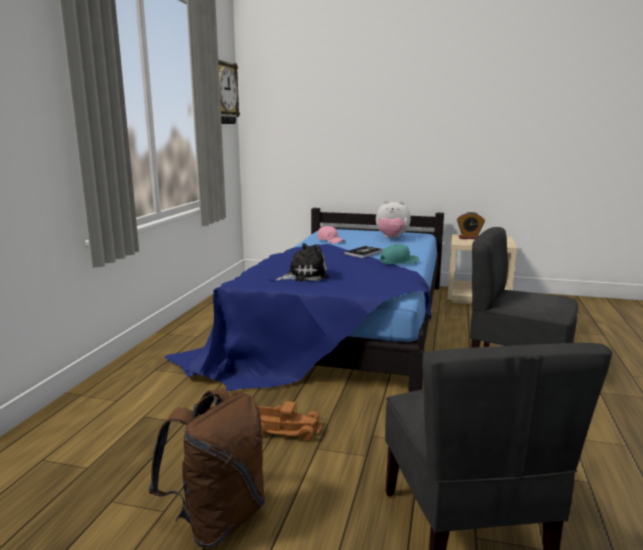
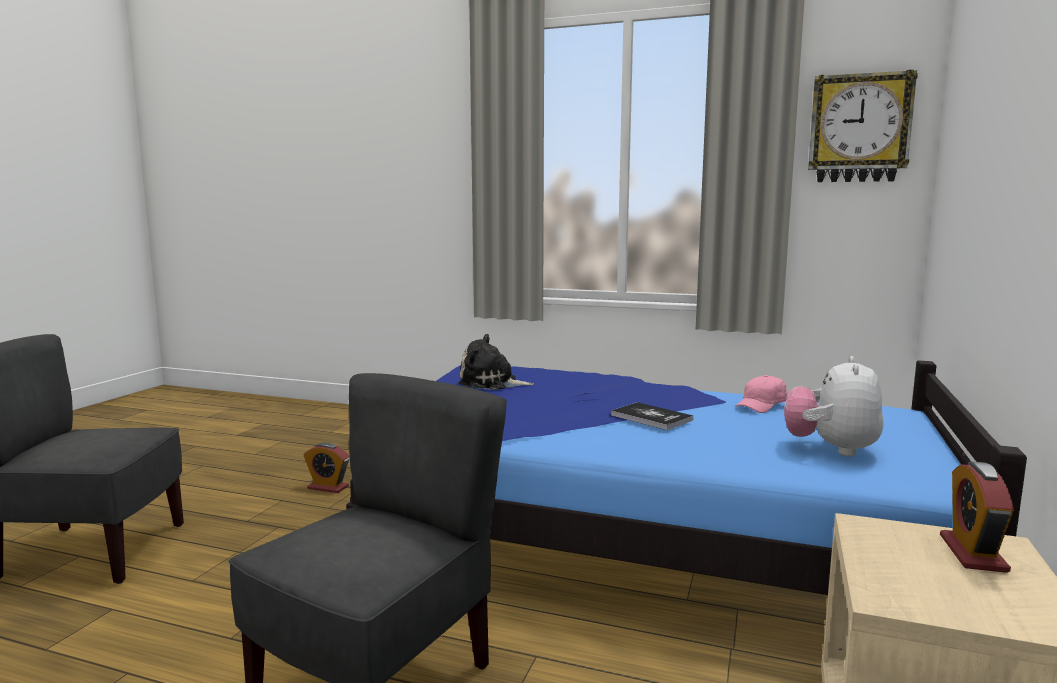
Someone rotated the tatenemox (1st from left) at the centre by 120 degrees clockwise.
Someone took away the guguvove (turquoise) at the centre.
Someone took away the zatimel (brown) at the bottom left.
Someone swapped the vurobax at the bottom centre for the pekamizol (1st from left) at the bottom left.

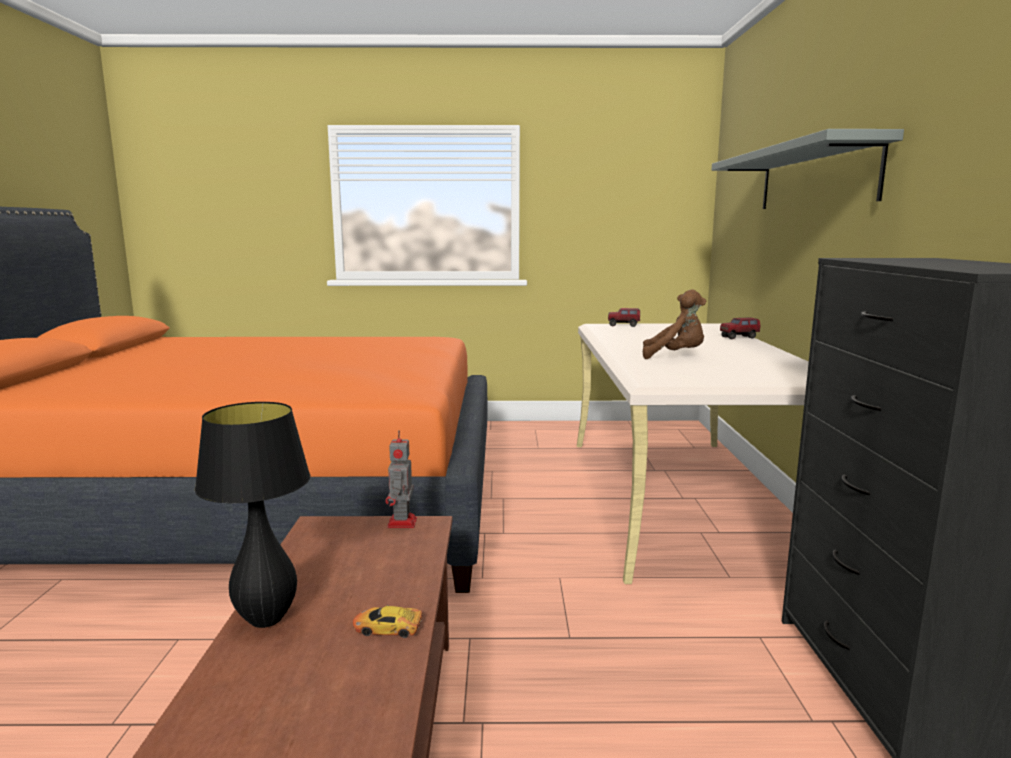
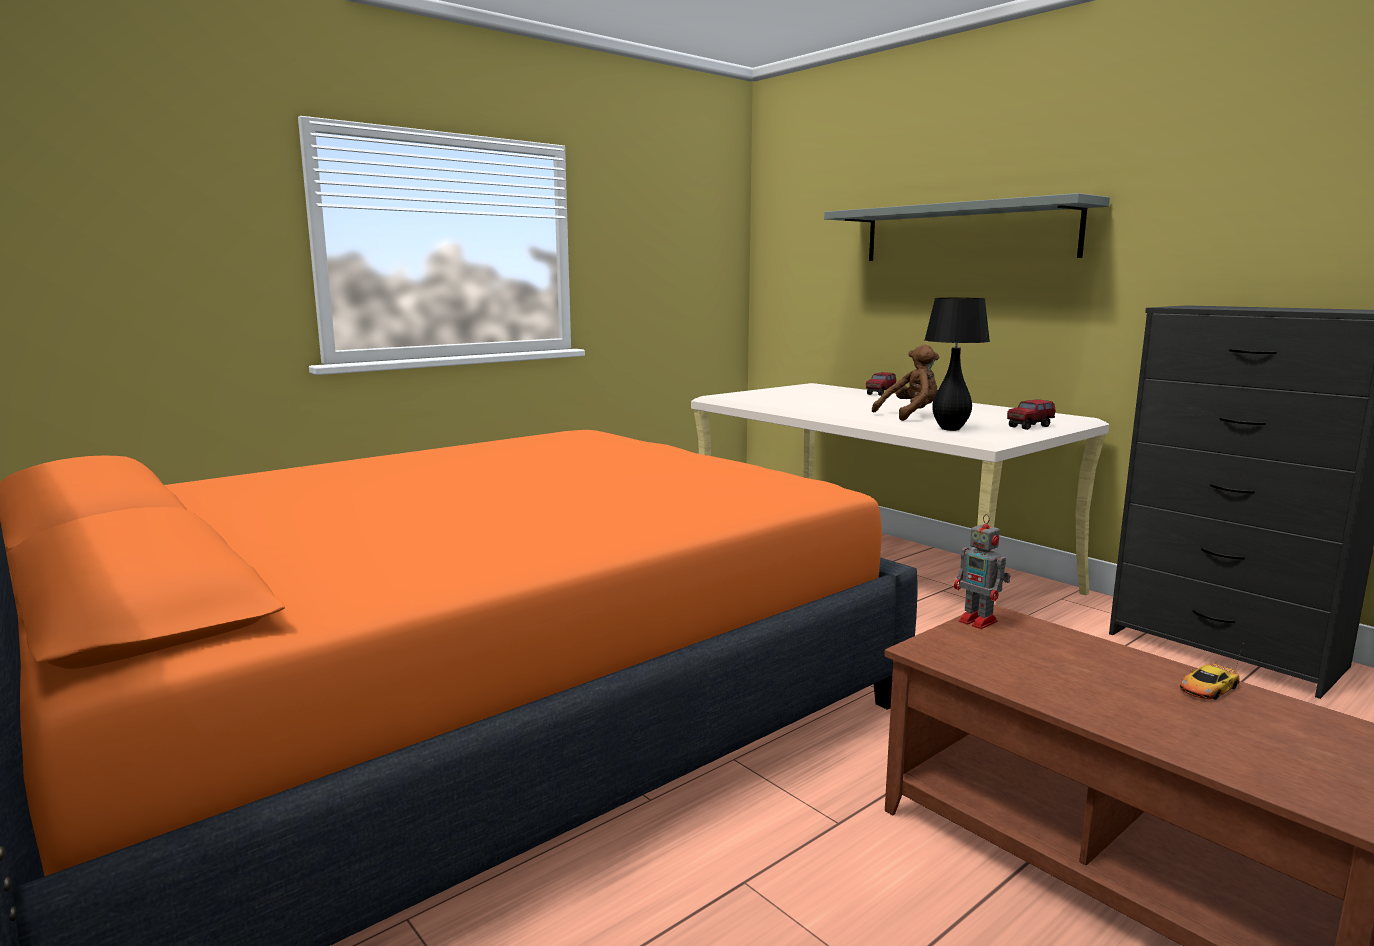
Someone carried the vurobax (1st from left in the first image) from the centre to the middle right.
Someone carried the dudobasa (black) from the bottom left to the middle right.

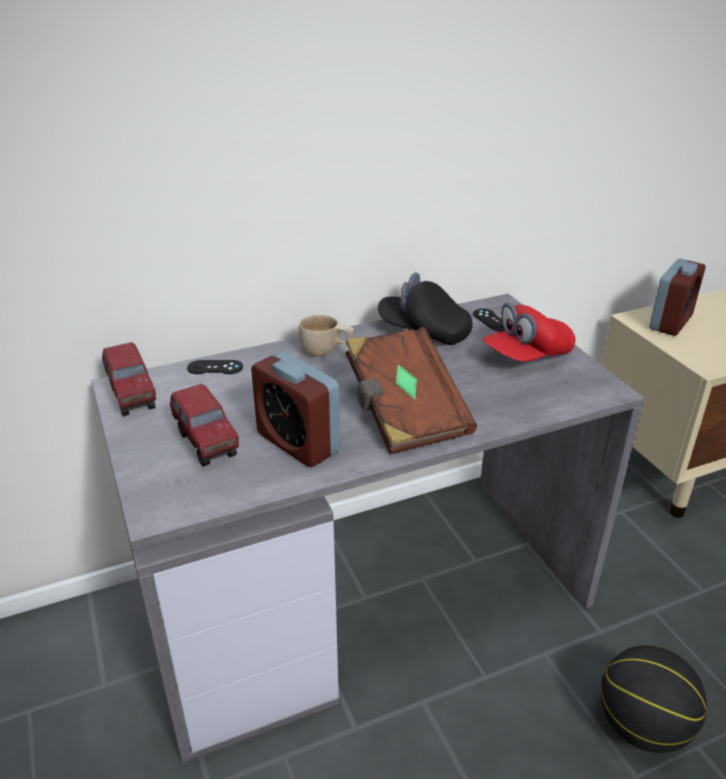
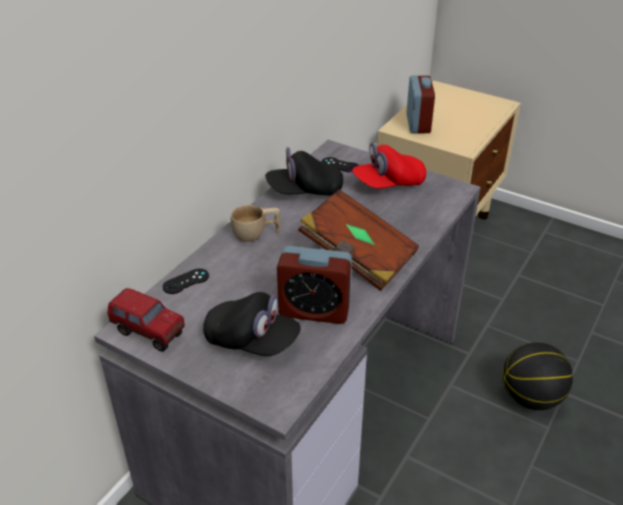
Someone rotated the guguvove (red) at the middle right by 45 degrees clockwise.
Someone swapped the vurobax (2nd from left) at the middle left for the guguvove (black) (1st from left) at the centre.

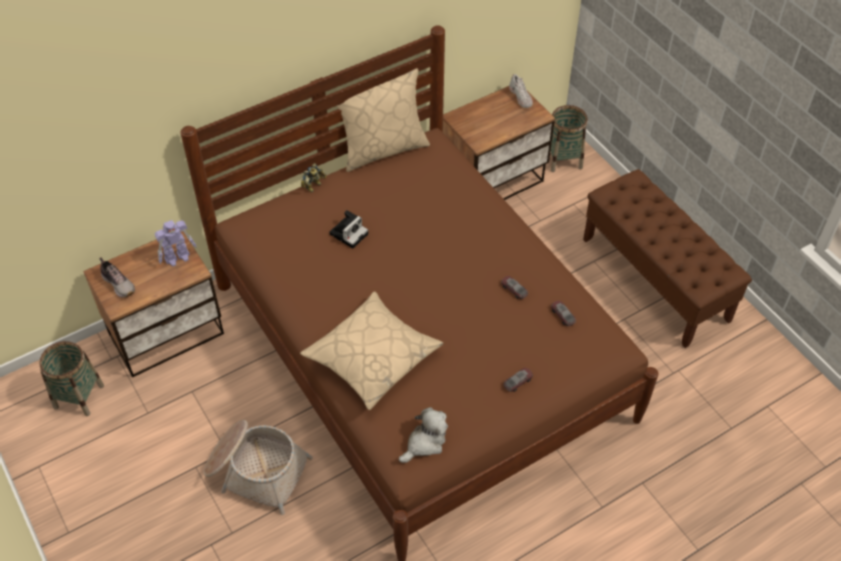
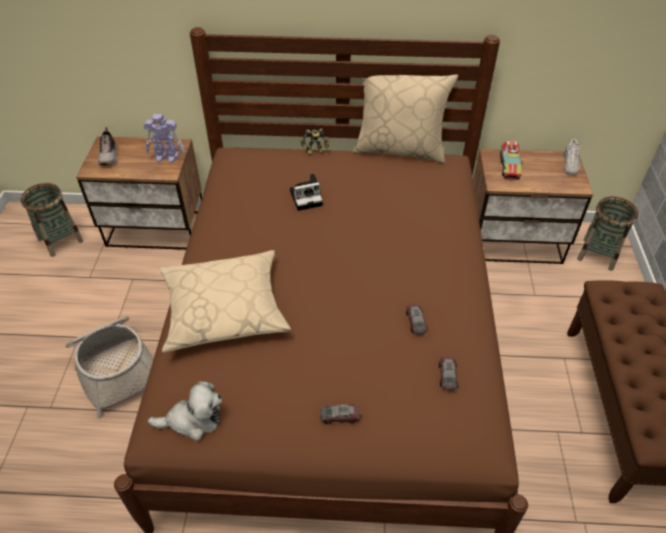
Someone put down the vurobax at the top right.

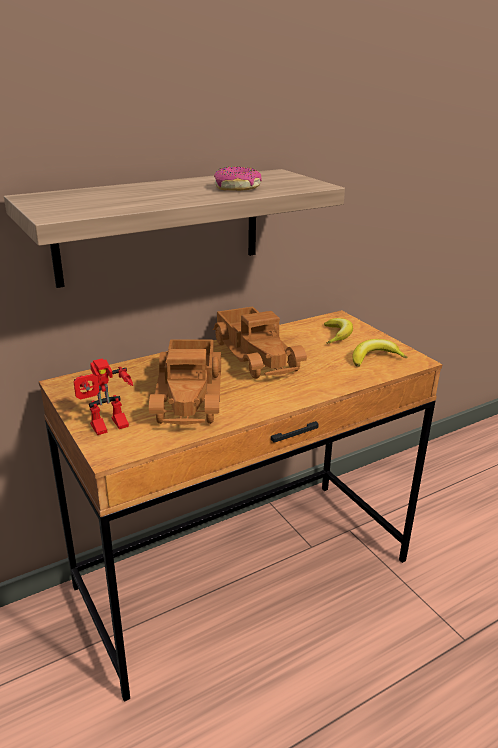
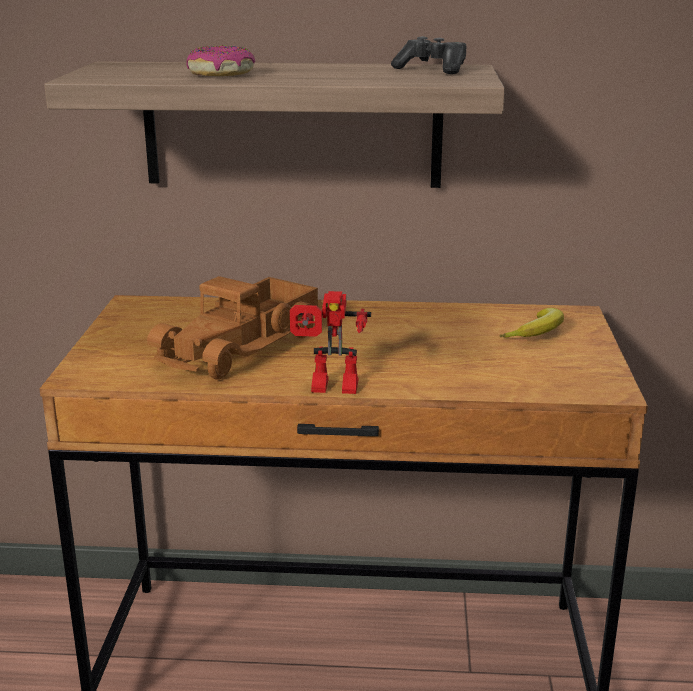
Someone carried the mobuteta from the top centre to the top left.
Someone took away the vurobax (2nd from left) at the centre.
Someone took away the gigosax (2nd from left) at the middle right.
Someone carried the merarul from the middle left to the centre.
Someone put down the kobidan at the top centre.

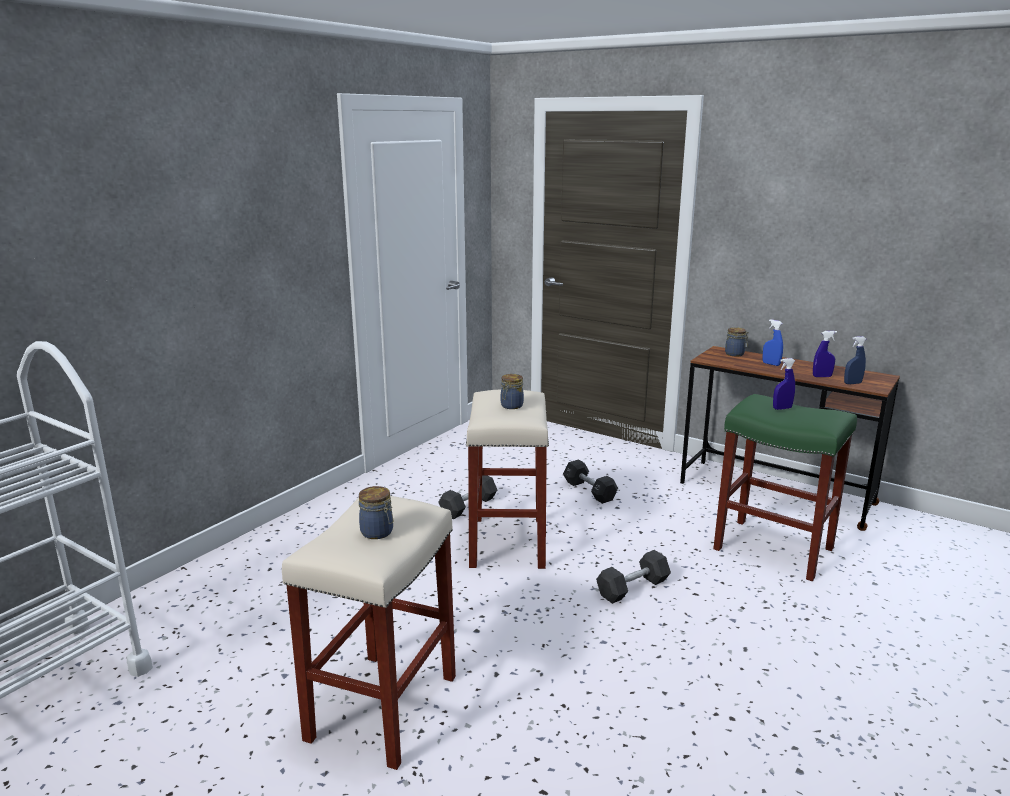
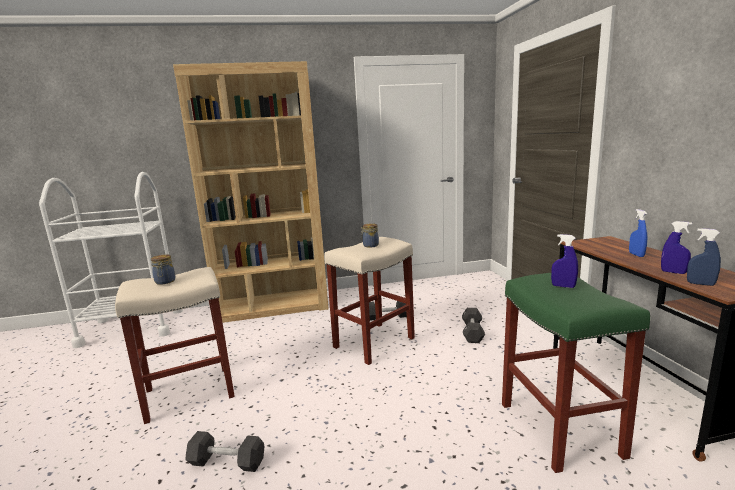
Someone took away the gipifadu (3rd from left) at the middle right.
Someone carried the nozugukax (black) (3rd from left in the first image) from the bottom centre to the bottom left.
Someone put down the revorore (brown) at the centre.

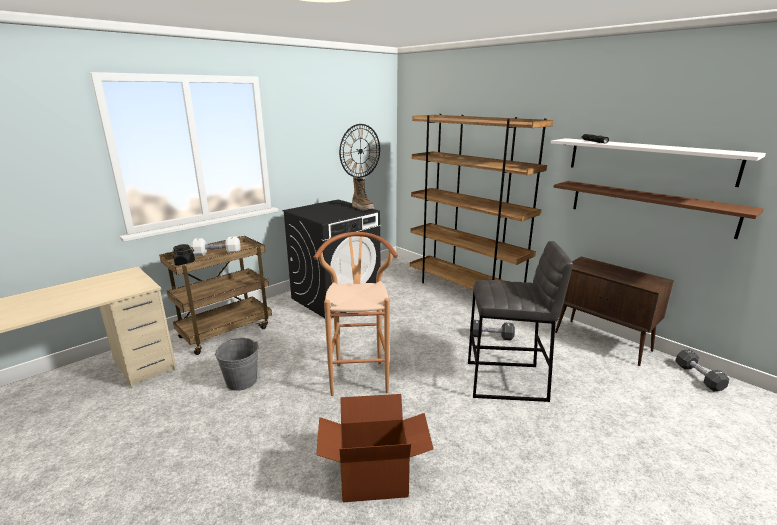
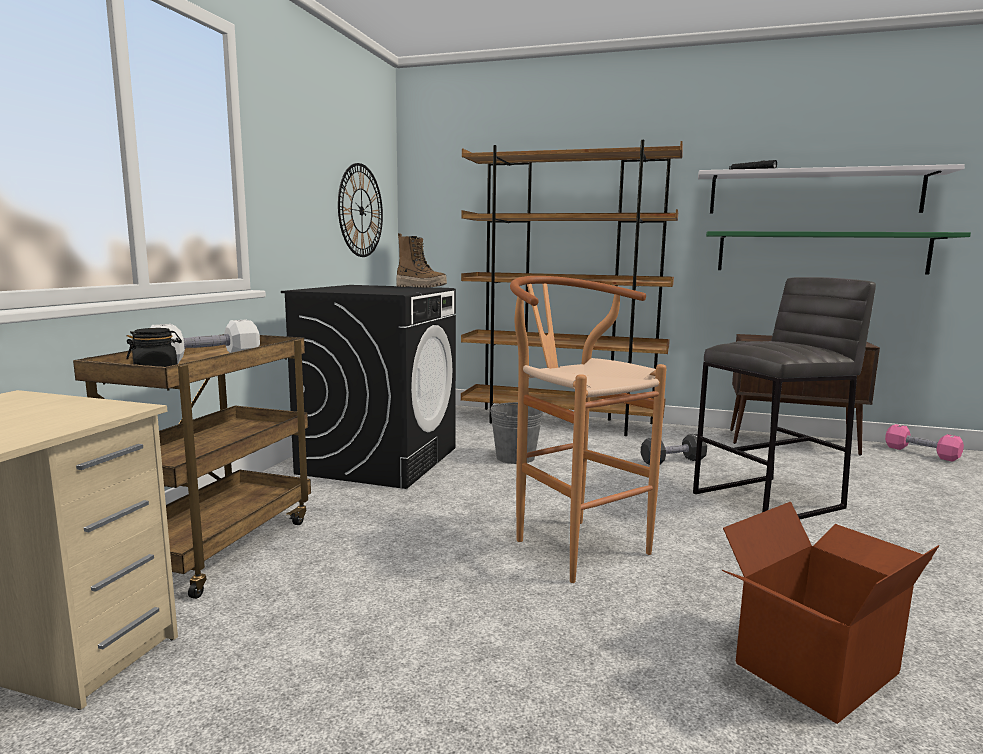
Someone repainted the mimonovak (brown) at the middle right, which became the mimonovak (green) at the middle right.
Someone carried the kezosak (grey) from the bottom left to the centre.
Someone repainted the nozugukax (black) (2nd from left) at the bottom right, which became the nozugukax (pink) at the middle right.

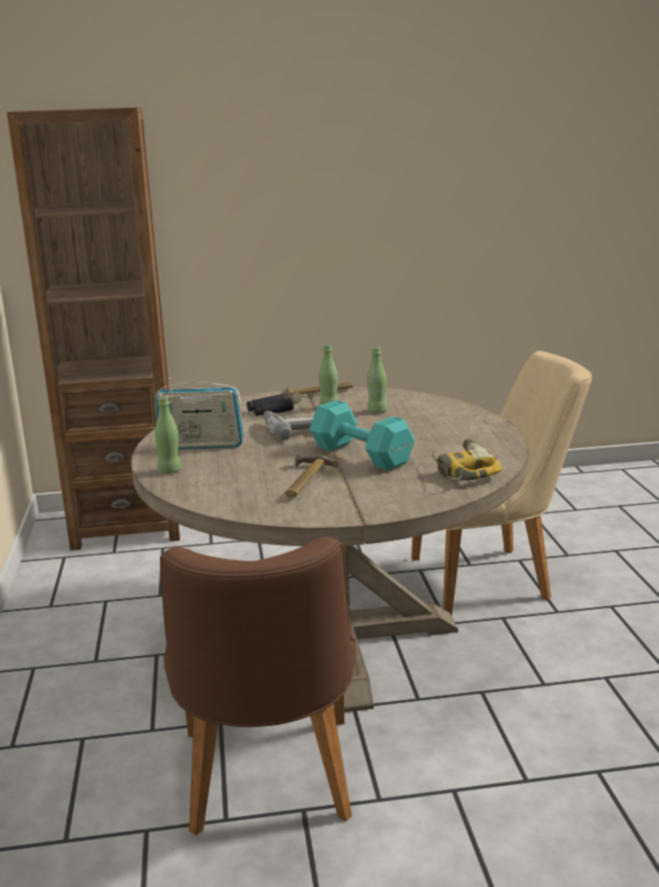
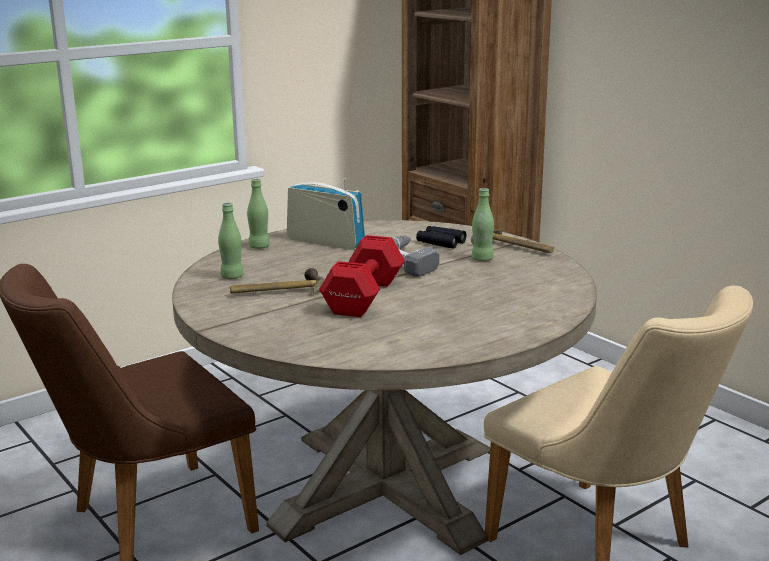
Someone carried the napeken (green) (3rd from left in the first image) from the centre to the middle left.
Someone rotated the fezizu at the middle left by 150 degrees clockwise.
Someone repainted the nozugukax (turquoise) at the centre, which became the nozugukax (red) at the centre.
Someone took away the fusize (2nd from left) at the middle right.

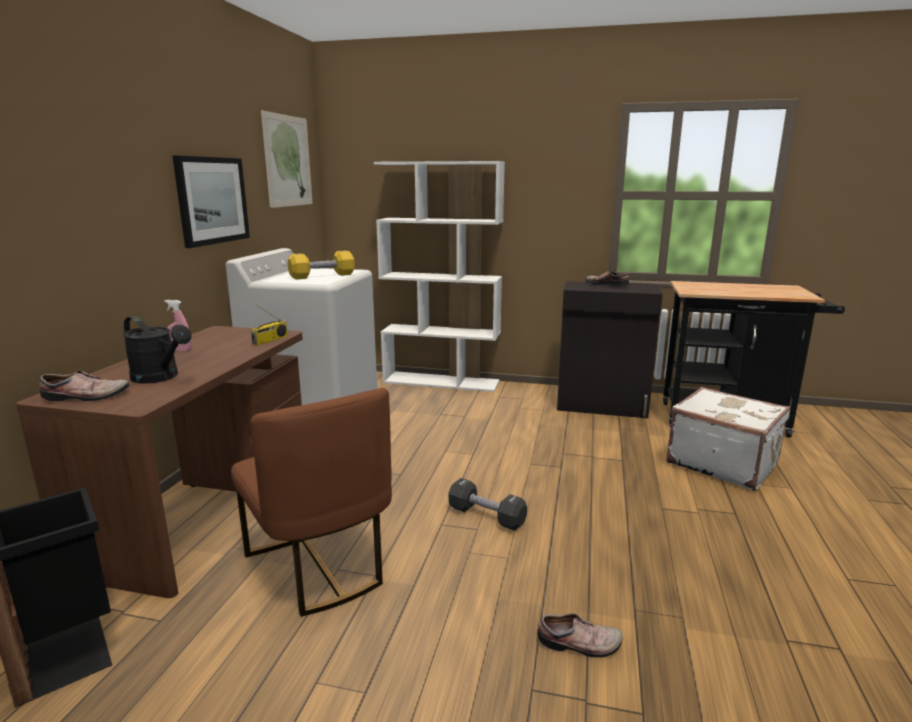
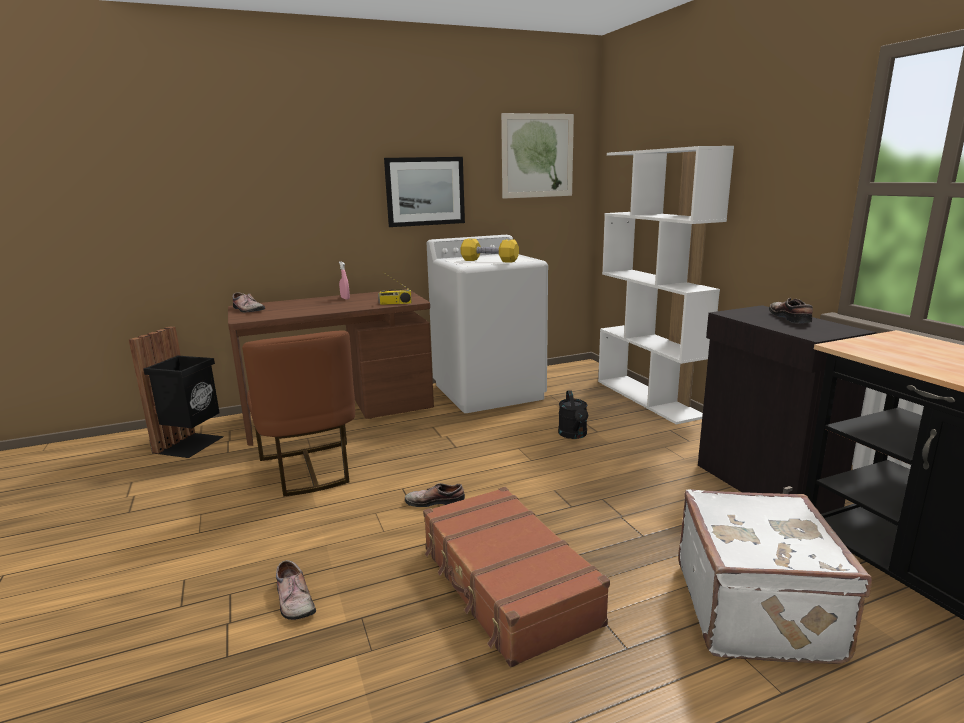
Someone carried the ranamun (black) from the middle left to the centre.
Someone rotated the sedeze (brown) at the bottom centre by 45 degrees counterclockwise.
Someone swapped the nozugukax (black) at the bottom centre for the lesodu (3rd from left) at the bottom centre.
Someone put down the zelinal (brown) at the bottom centre.

